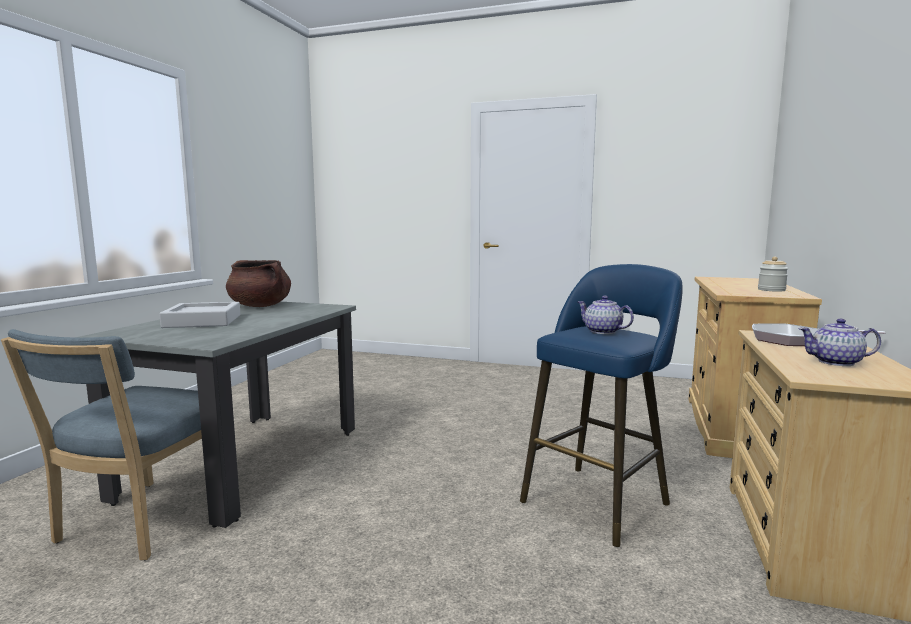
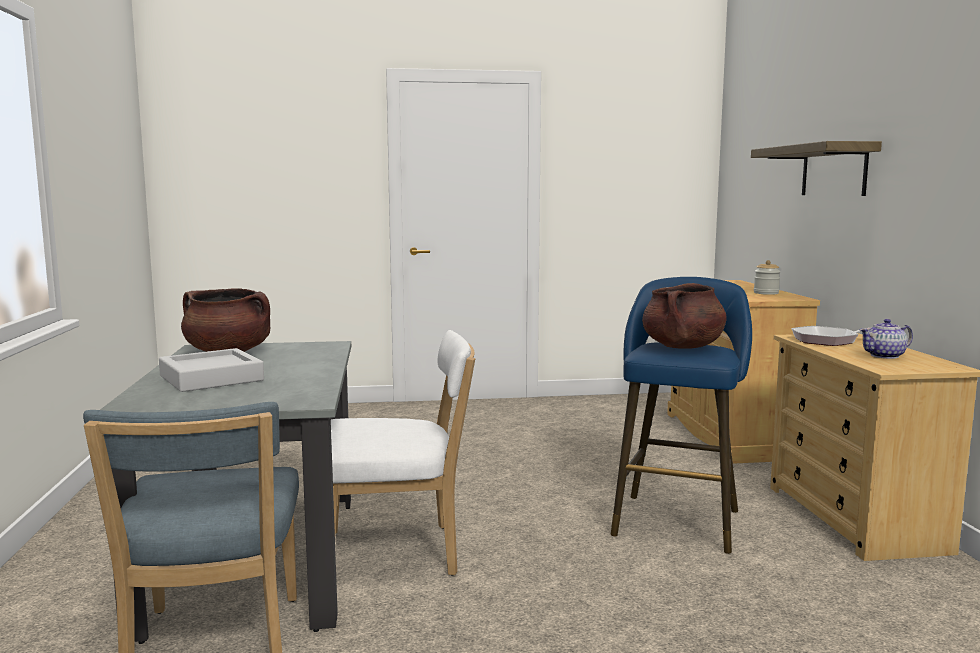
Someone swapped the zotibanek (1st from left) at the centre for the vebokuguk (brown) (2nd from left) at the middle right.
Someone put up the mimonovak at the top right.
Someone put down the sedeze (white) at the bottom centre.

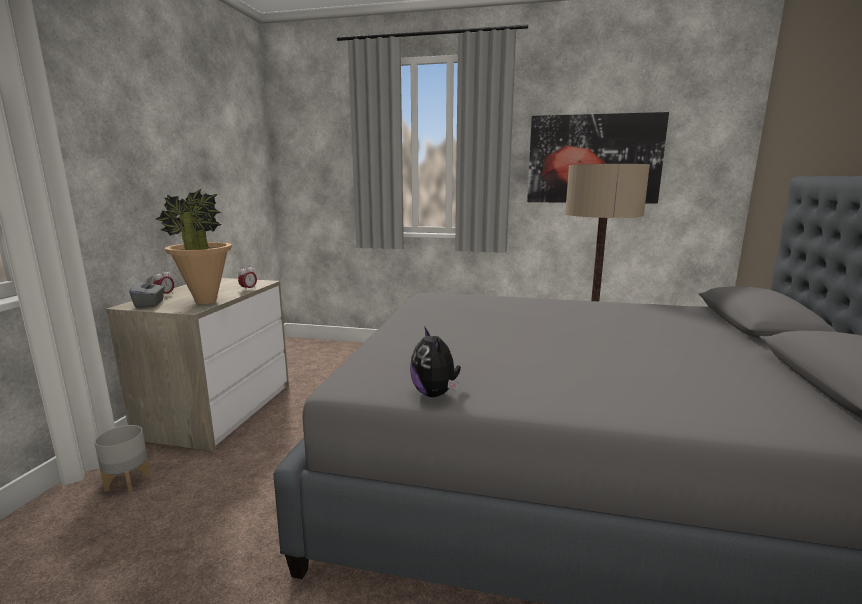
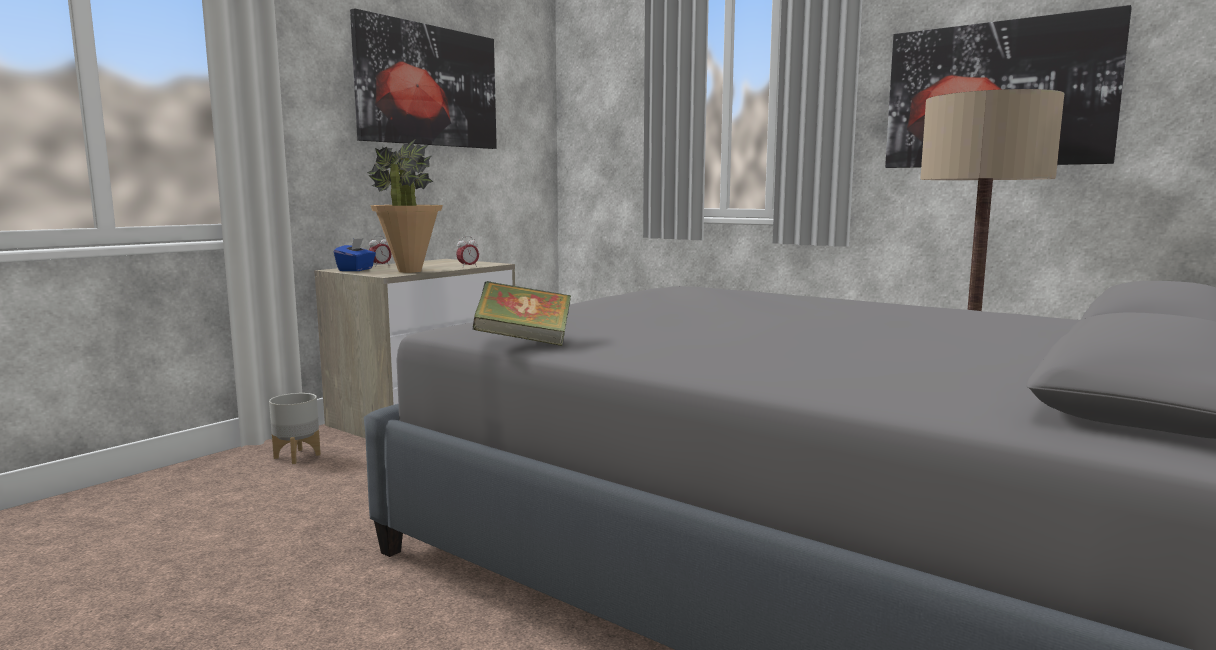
Someone repainted the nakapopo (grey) at the middle left, which became the nakapopo (blue) at the middle left.
Someone swapped the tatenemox at the centre for the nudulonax at the centre.
Someone put up the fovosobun (1st from left) at the top centre.

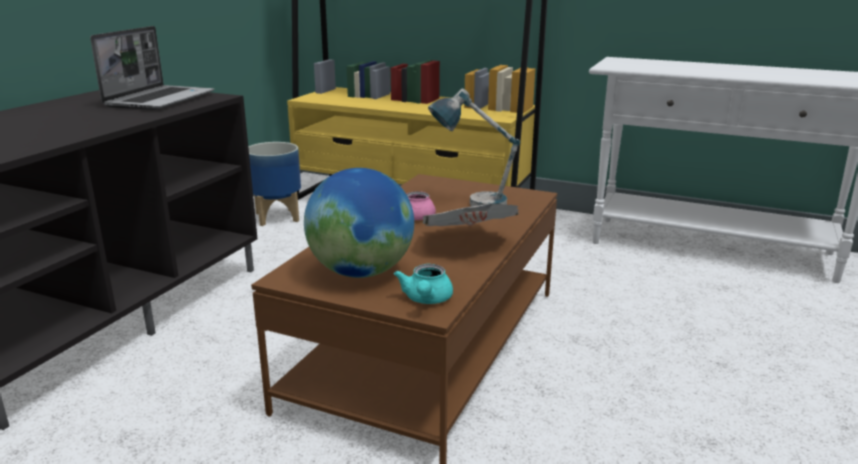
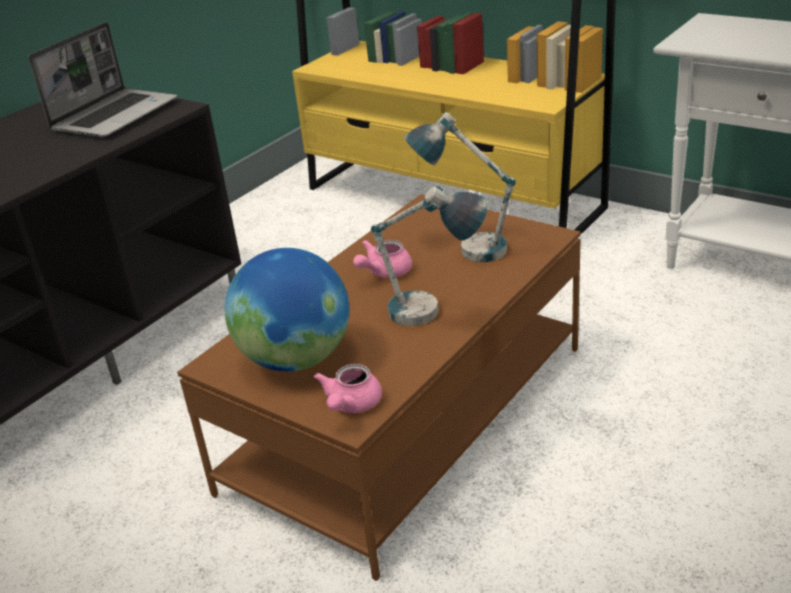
Someone took away the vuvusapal at the middle left.
Someone swapped the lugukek at the centre for the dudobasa (1st from left) at the centre.
Someone repainted the zotibanek (turquoise) at the centre, which became the zotibanek (pink) (1st from left) at the centre.

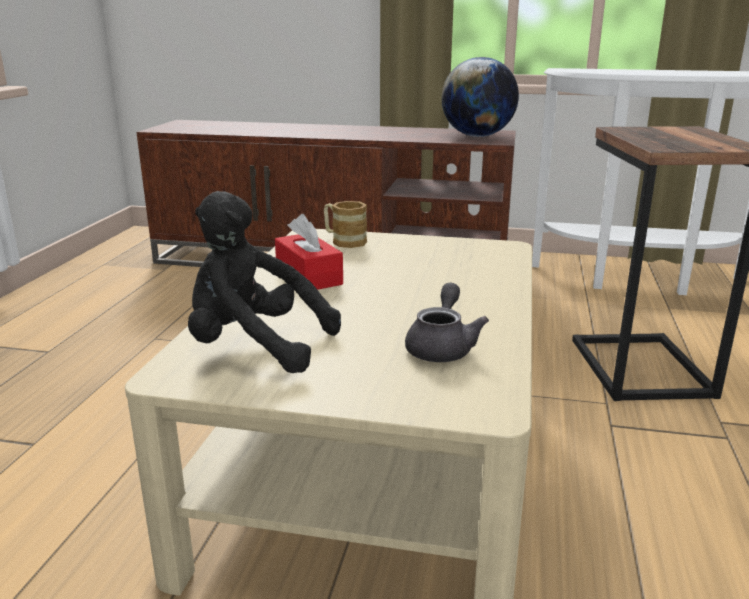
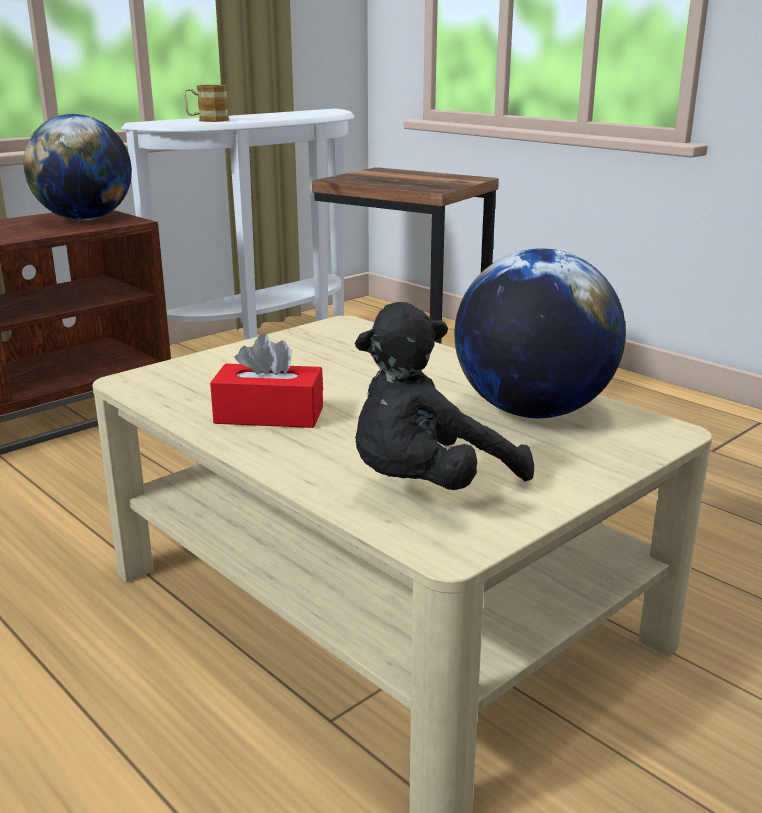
Someone carried the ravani from the centre to the top left.
Someone swapped the zotibanek (grey) at the centre for the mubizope (2nd from left) at the middle right.

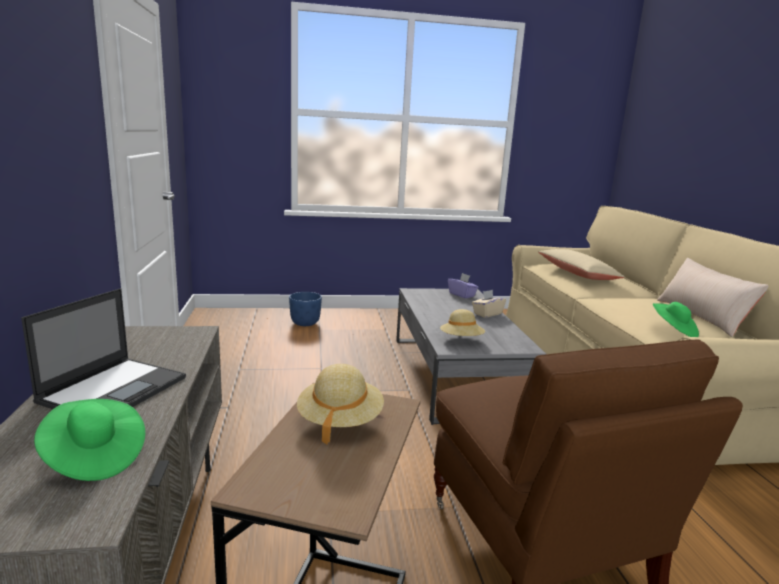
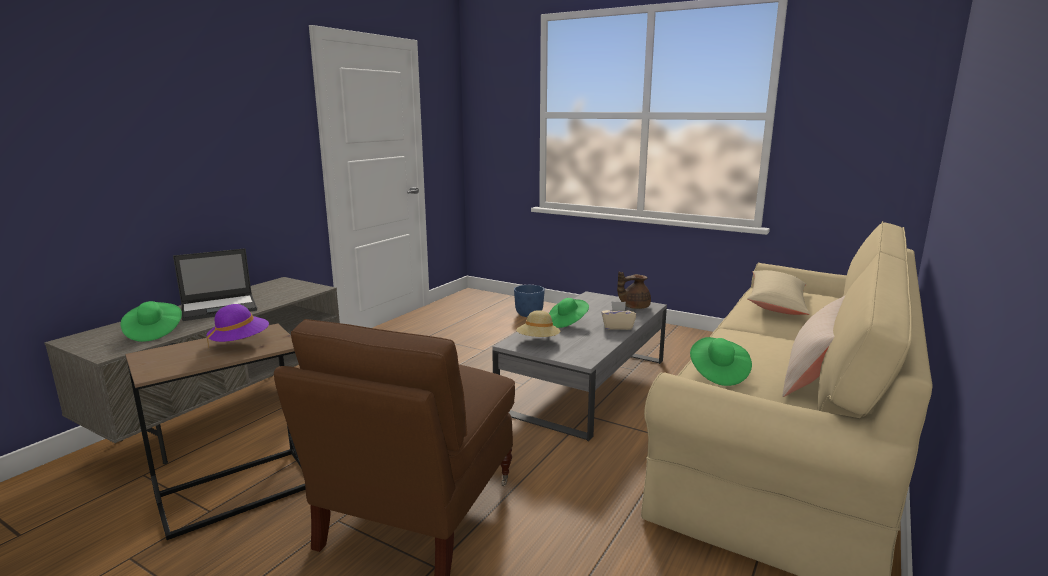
Someone swapped the nakapopo (purple) at the centre for the zotibanek (brown) at the centre.
Someone repainted the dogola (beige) (1st from left) at the bottom centre, which became the dogola (purple) at the middle left.
Someone put down the dogola (green) (2nd from left) at the centre.

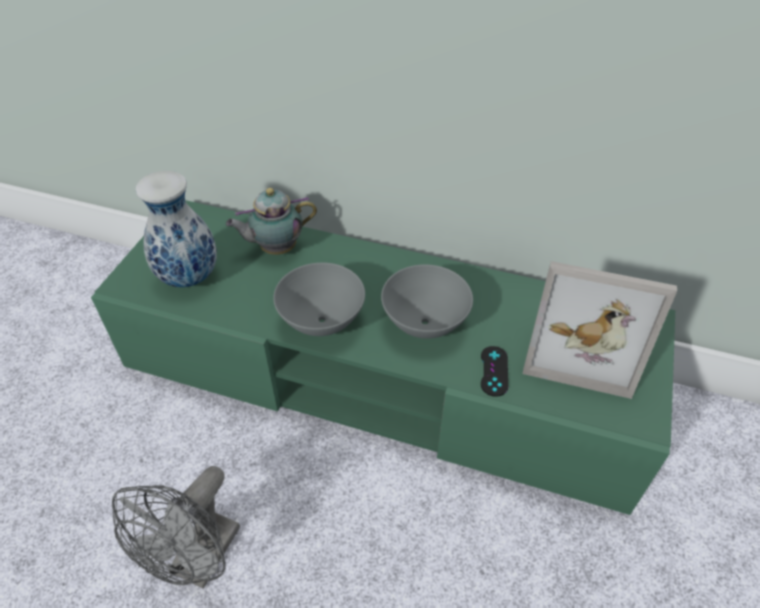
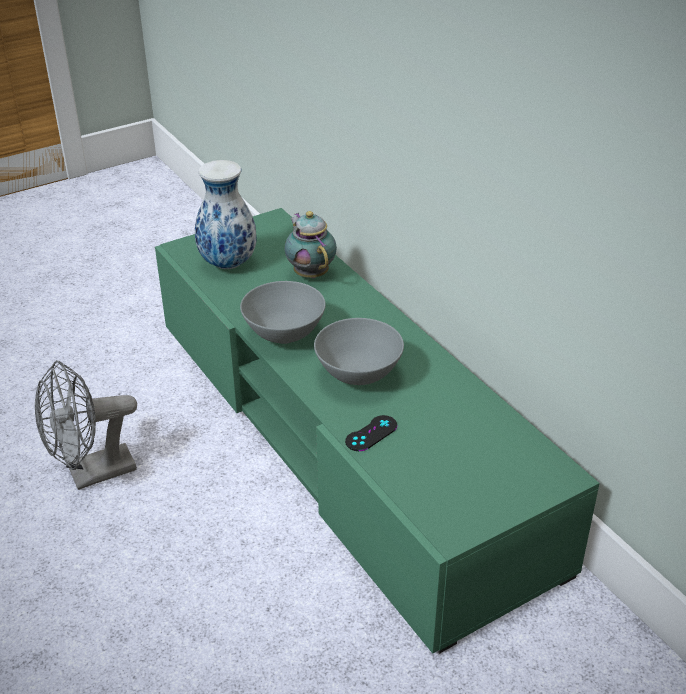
Someone rotated the zotibanek at the centre by 45 degrees clockwise.
Someone took away the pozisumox at the middle right.

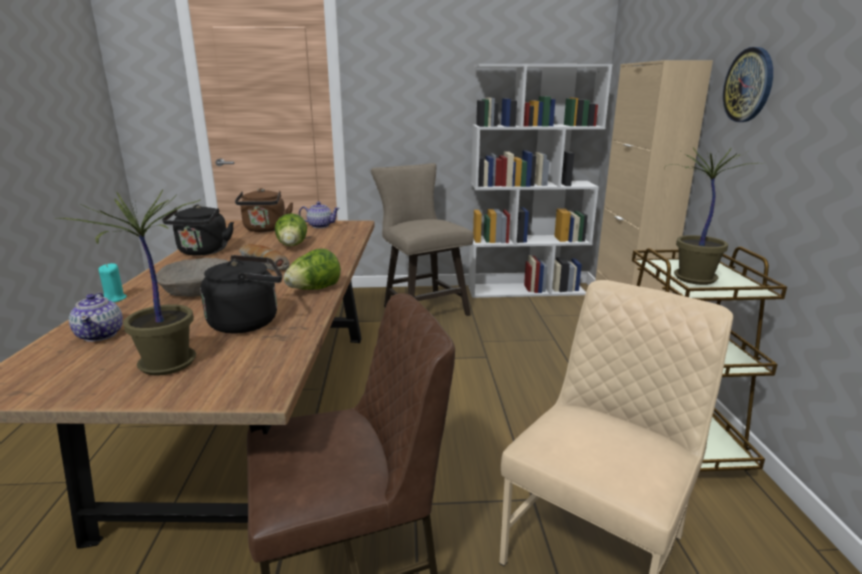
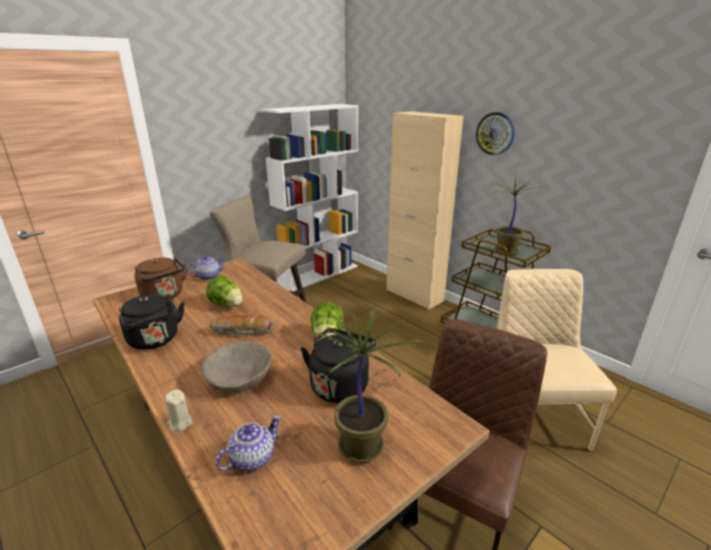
Someone repainted the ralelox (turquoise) at the middle left, which became the ralelox (beige) at the bottom left.
Someone rotated the zotibanek (1st from left in the first image) at the middle left by 75 degrees counterclockwise.

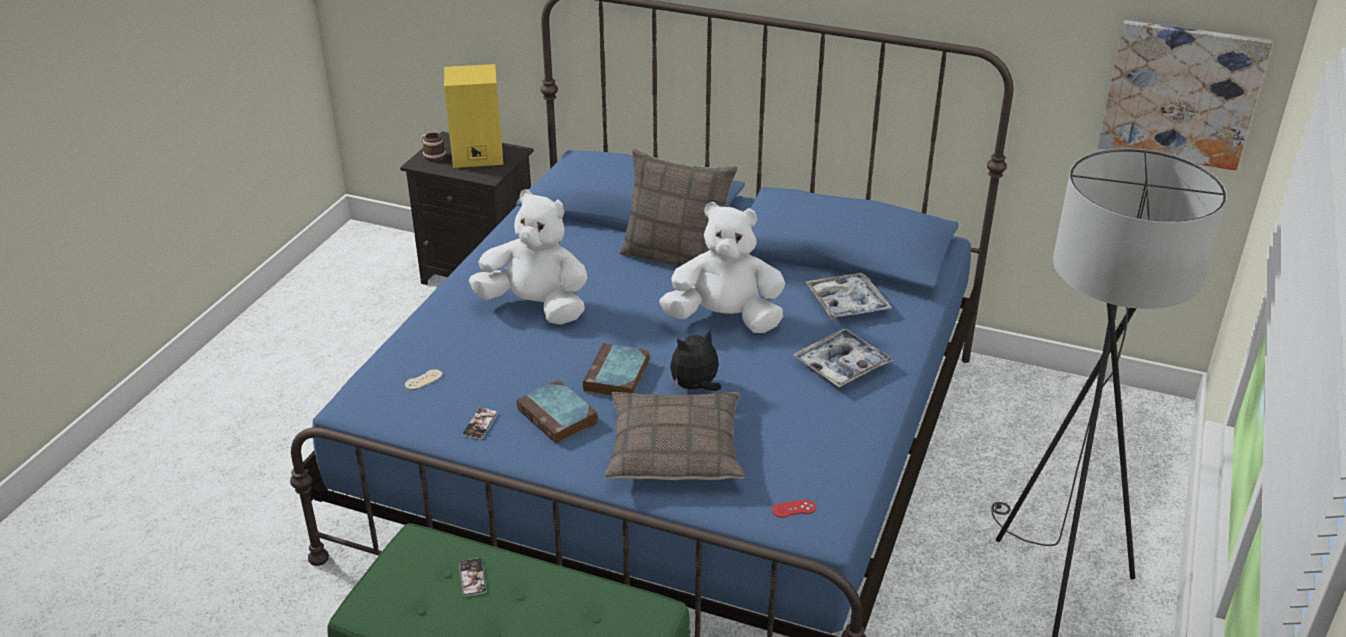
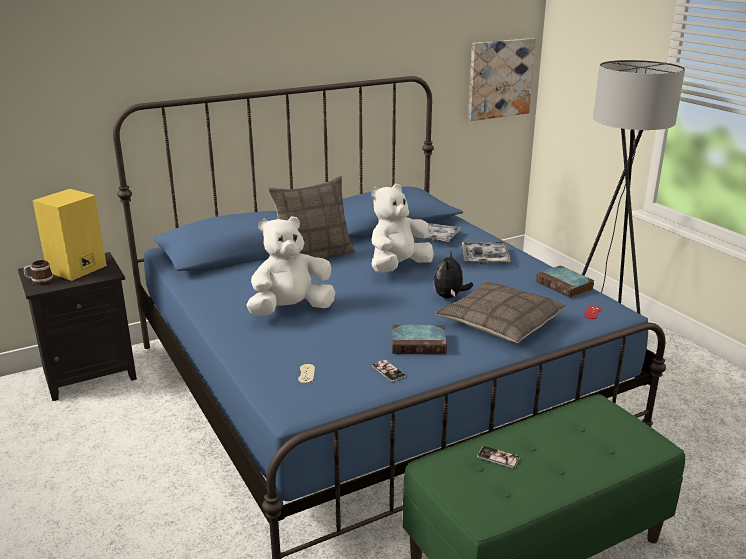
Someone carried the nudulonax (2nd from left) from the centre to the middle right.

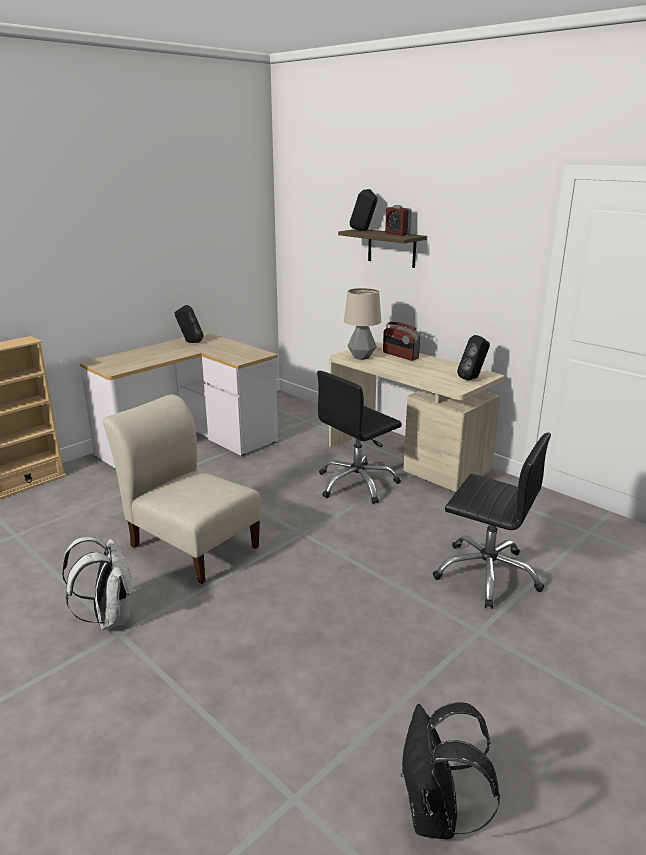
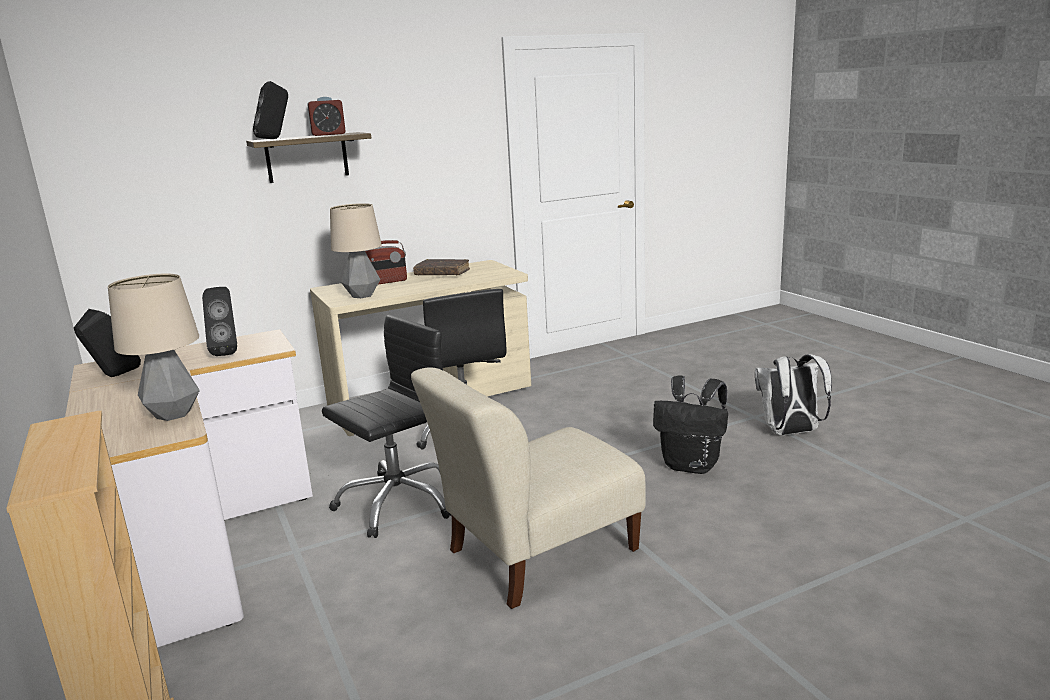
Someone carried the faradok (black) (3rd from left in the first image) from the middle right to the middle left.
Someone carried the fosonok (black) (2nd from left in the first image) from the middle right to the centre.
Someone carried the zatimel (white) from the bottom left to the middle right.
Someone carried the zatimel (black) from the bottom right to the centre.
Someone put down the nudulonax (brown) at the centre.
Someone put down the dudobasa (1st from left) at the middle left.

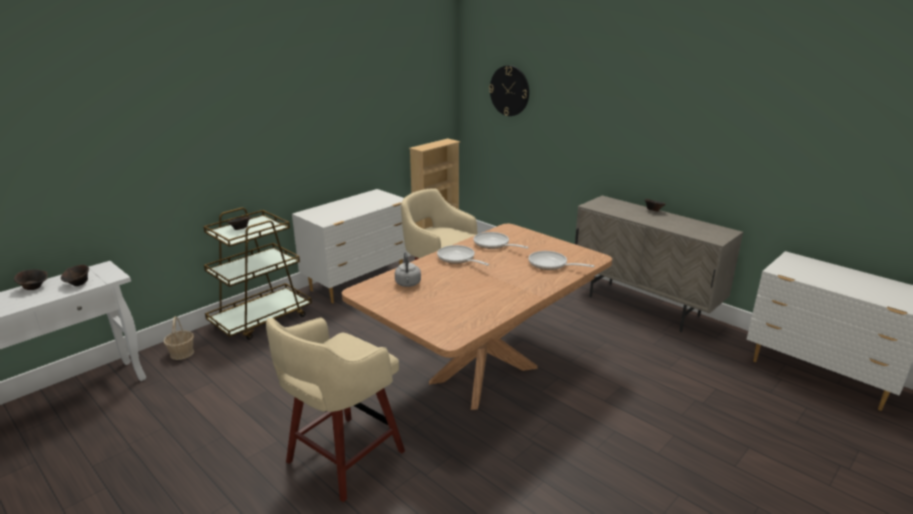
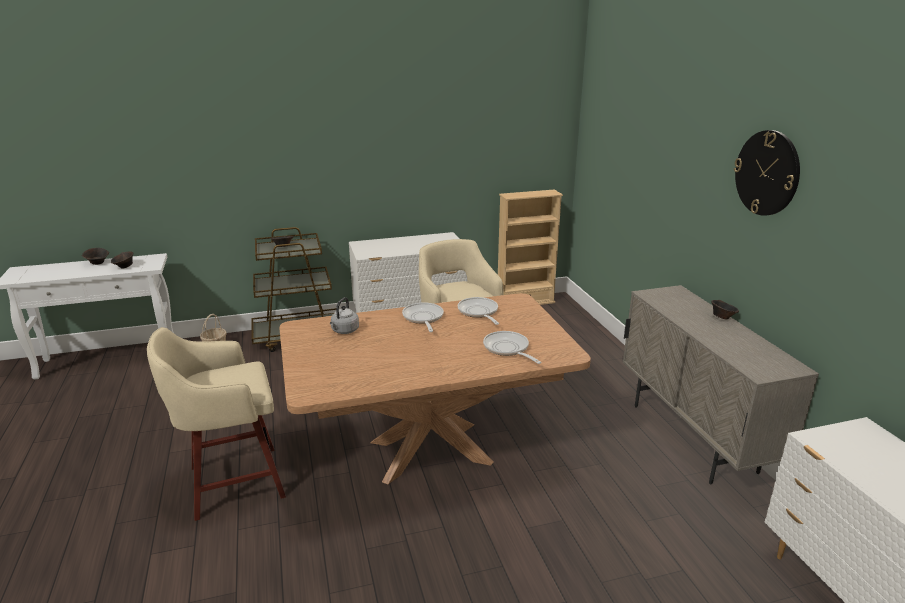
Someone carried the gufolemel from the top centre to the top right.

